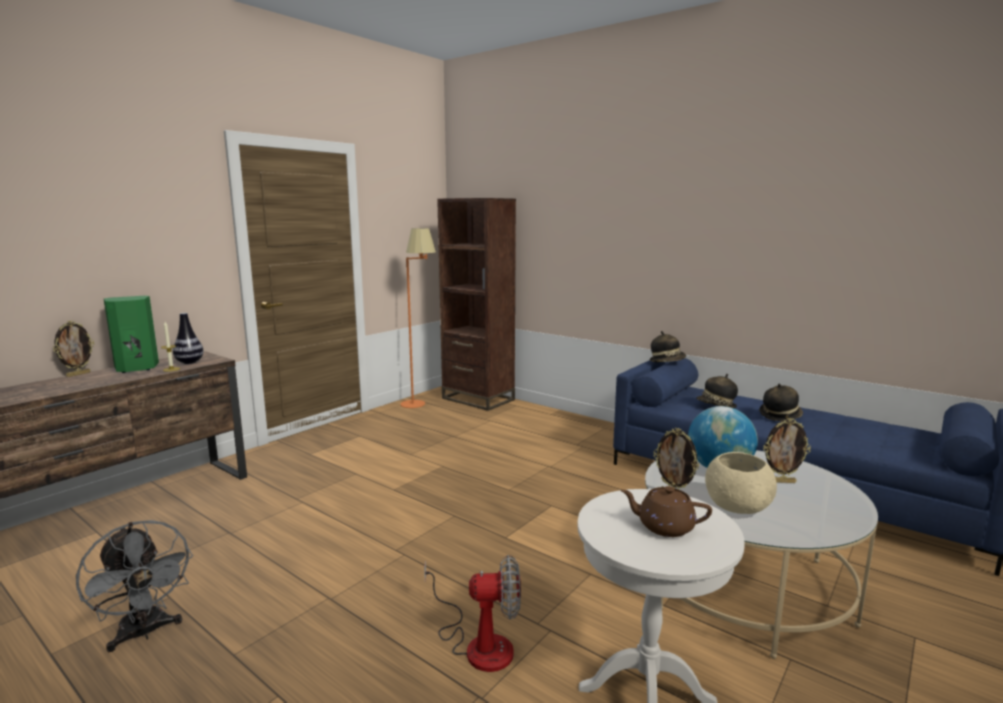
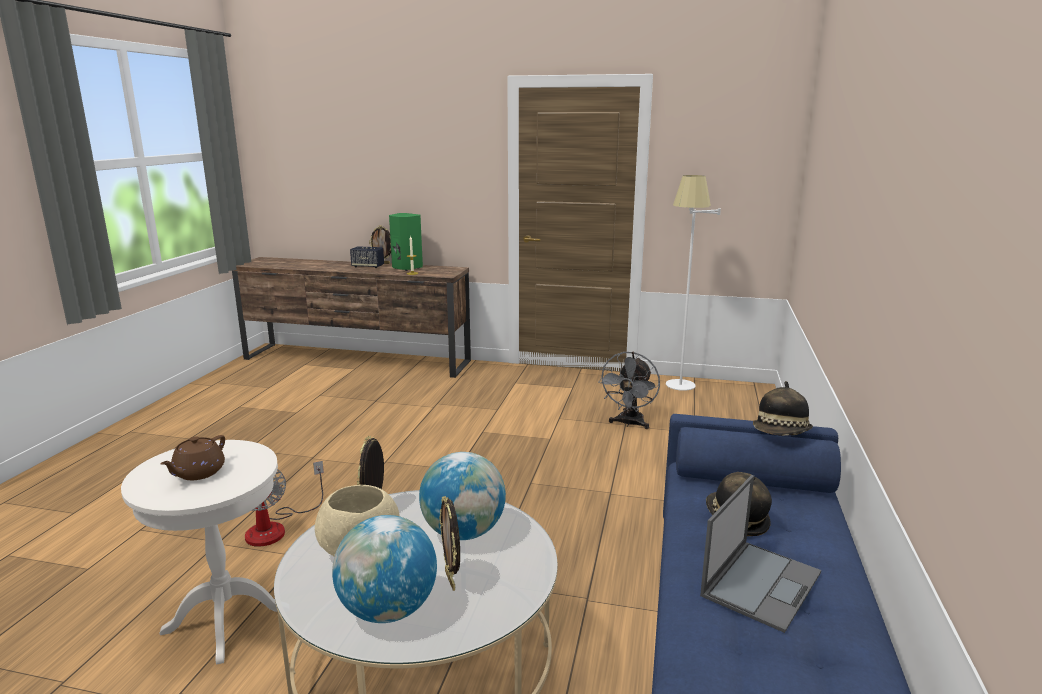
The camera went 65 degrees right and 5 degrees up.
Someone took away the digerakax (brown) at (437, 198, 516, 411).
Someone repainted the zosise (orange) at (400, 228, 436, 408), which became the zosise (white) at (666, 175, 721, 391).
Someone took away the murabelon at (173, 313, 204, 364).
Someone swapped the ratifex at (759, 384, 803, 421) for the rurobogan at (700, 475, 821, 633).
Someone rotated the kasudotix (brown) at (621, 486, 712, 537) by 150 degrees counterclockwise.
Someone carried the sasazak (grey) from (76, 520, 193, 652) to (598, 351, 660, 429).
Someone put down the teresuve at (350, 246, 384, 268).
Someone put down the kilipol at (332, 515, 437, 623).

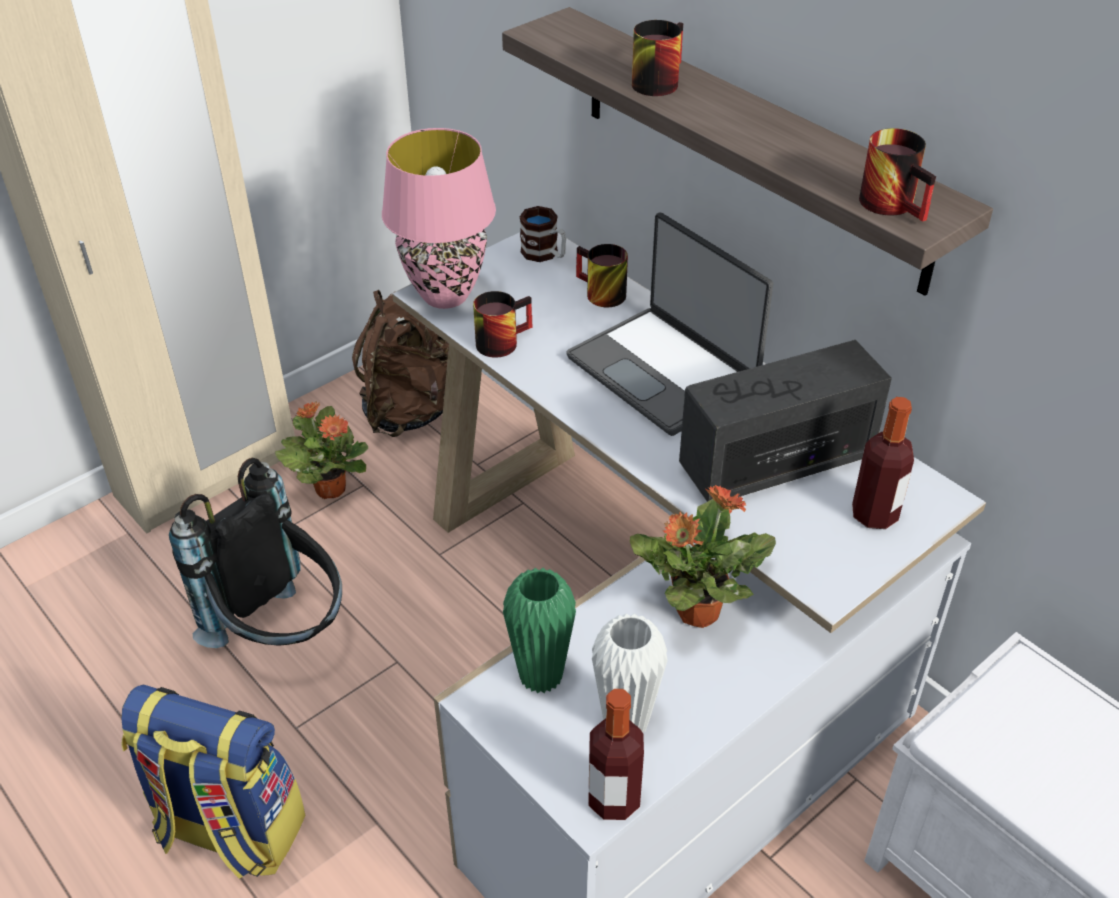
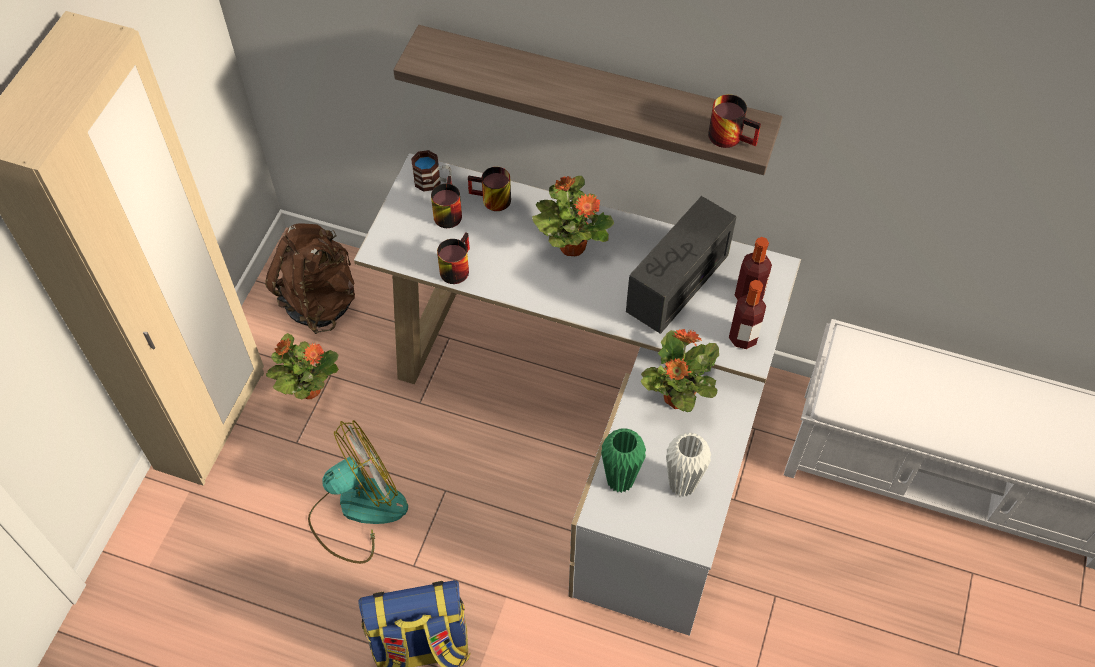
The camera went 30 degrees left and 15 degrees up.
Someone carried the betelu from (632, 20, 683, 96) to (431, 176, 462, 228).
Someone took away the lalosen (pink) at (382, 128, 496, 309).
Someone swapped the rurobogan at (566, 213, 773, 436) for the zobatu at (532, 176, 614, 256).
Someone swapped the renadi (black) at (169, 458, 342, 648) for the sasazak at (308, 420, 408, 564).
Someone carried the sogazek from (589, 689, 644, 820) to (729, 280, 766, 349).

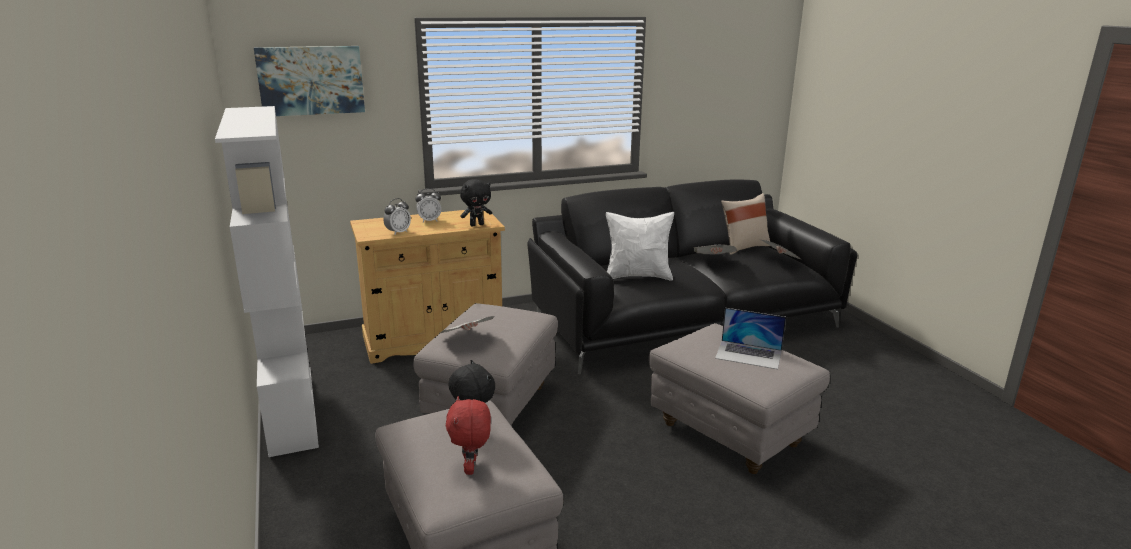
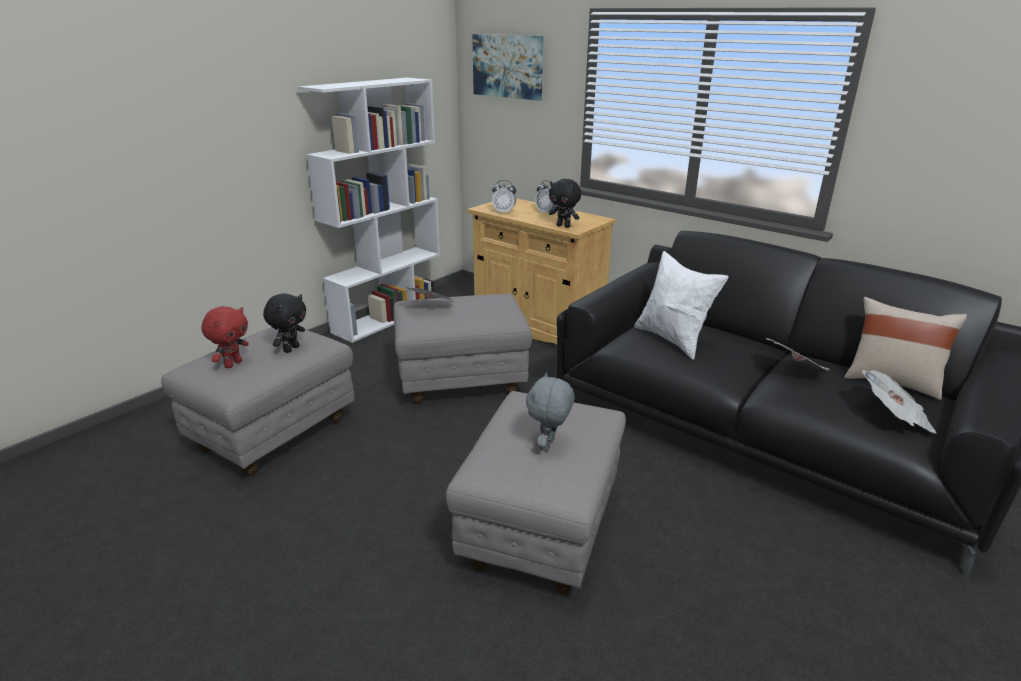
The camera went 60 degrees right and 5 degrees up.
Someone swapped the rurobogan at (715, 308, 786, 369) for the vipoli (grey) at (526, 372, 574, 451).
Someone rotated the vipoli (red) at (446, 396, 491, 475) by 150 degrees clockwise.

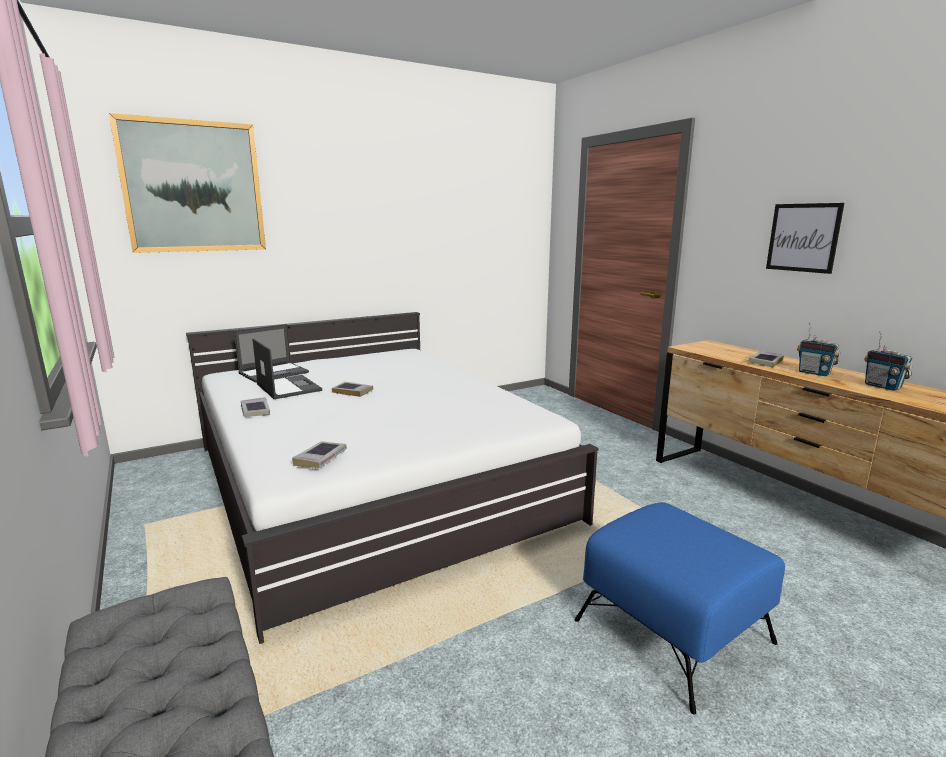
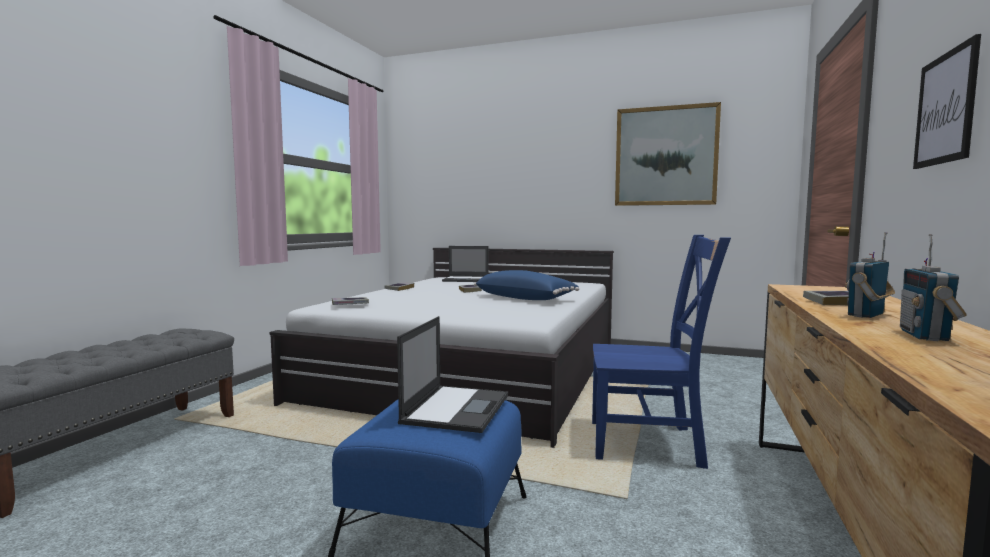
The camera went 50 degrees right and 10 degrees down.
Someone carried the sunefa from (109, 113, 266, 253) to (615, 102, 721, 206).
Someone rotated the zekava at (797, 323, 841, 376) by 45 degrees clockwise.
Someone carried the rurobogan from (252, 338, 322, 399) to (397, 316, 508, 433).
Someone put down the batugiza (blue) at (592, 235, 731, 469).
Someone put down the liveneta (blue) at (474, 270, 579, 300).

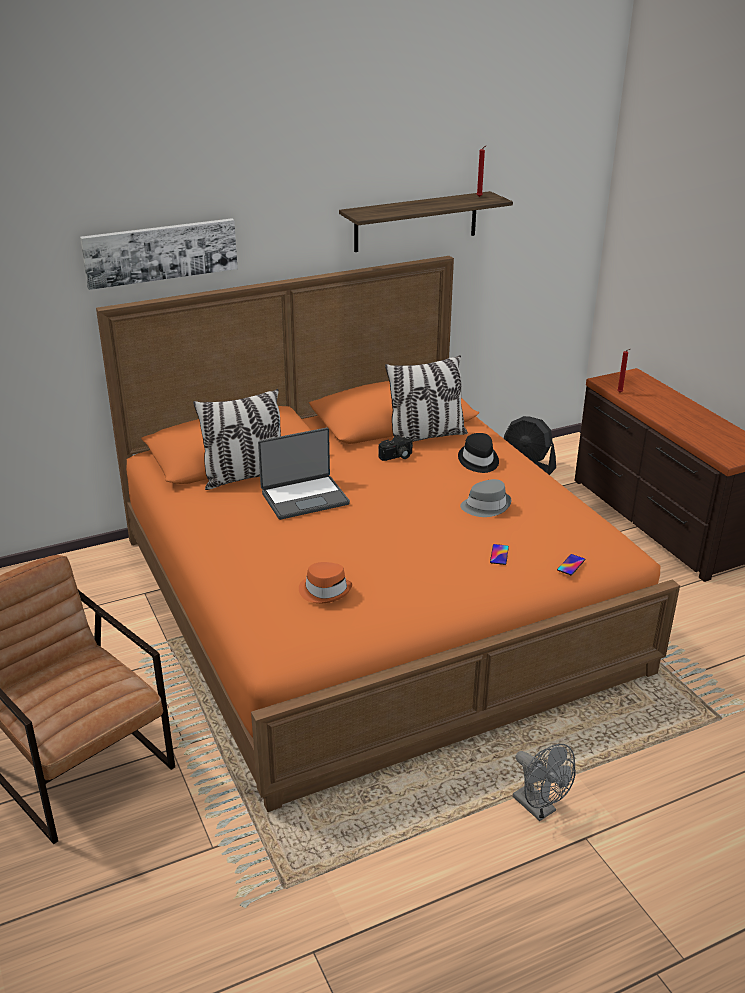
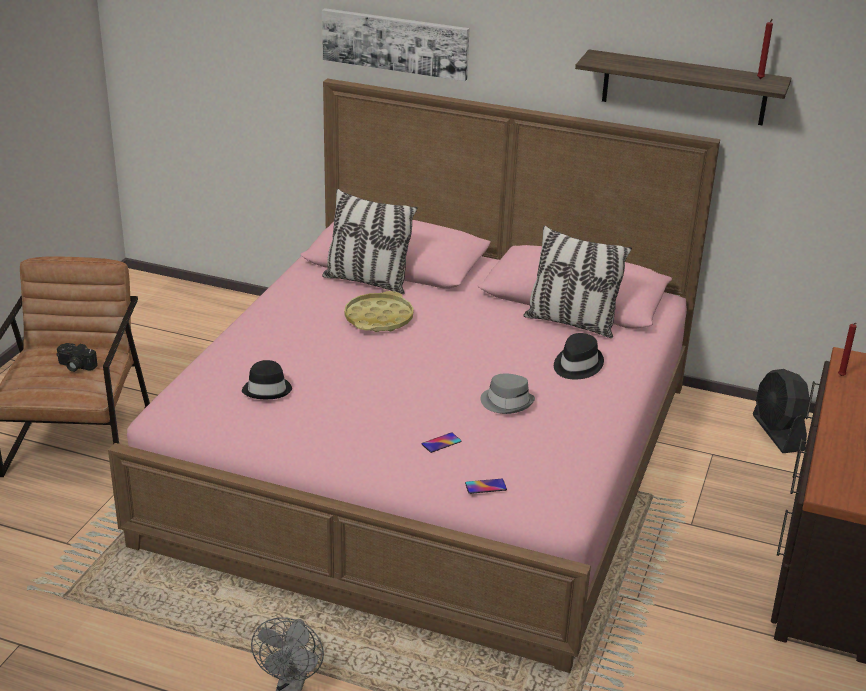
The camera went 45 degrees right and 0 degrees up.
Someone repainted the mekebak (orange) at (96, 256, 680, 812), which became the mekebak (pink) at (108, 79, 720, 673).
Someone swapped the rurobogan at (258, 428, 350, 520) for the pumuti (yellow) at (344, 291, 414, 332).
Someone carried the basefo from (378, 435, 413, 461) to (56, 343, 98, 372).
Someone repainted the ratifex (orange) at (299, 562, 352, 603), which became the ratifex (black) at (242, 360, 292, 399).

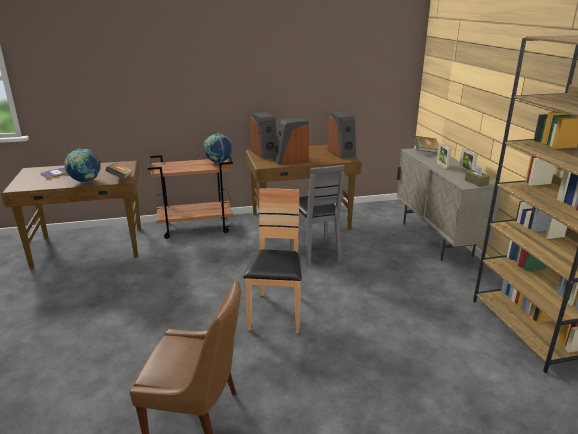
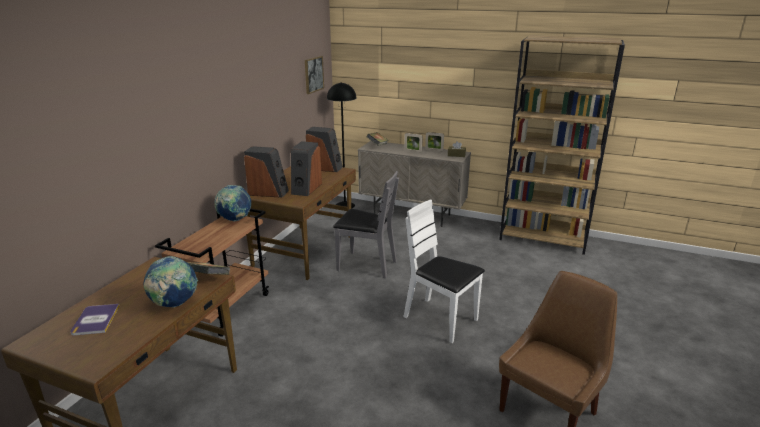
The camera went 55 degrees left and 0 degrees up.
Someone repainted the batugiza (brown) at (243, 188, 302, 333), which became the batugiza (white) at (403, 200, 485, 343).
Someone put up the sunefa at (305, 56, 324, 94).
Someone put down the zosise (black) at (327, 82, 356, 209).

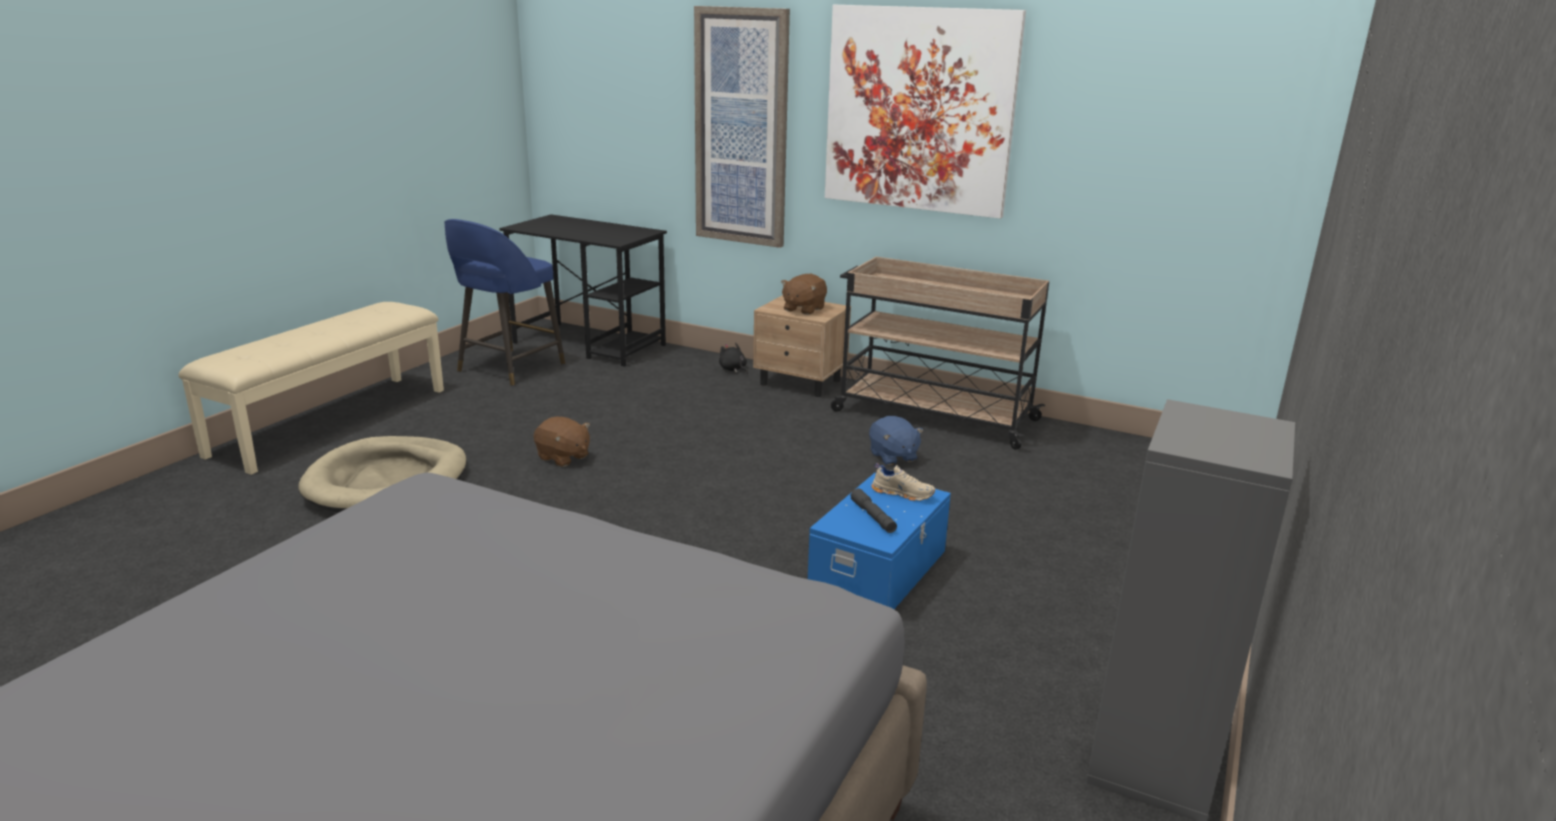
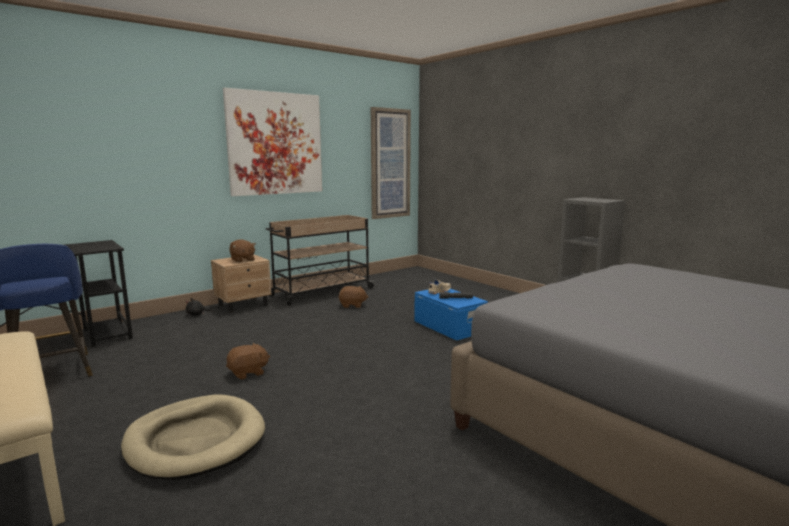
The camera went 65 degrees left and 10 degrees down.
Someone carried the sunefa from (694, 6, 790, 248) to (371, 107, 411, 219).
Someone repainted the vipoli (blue) at (869, 416, 923, 465), which became the vipoli (brown) at (338, 286, 368, 308).

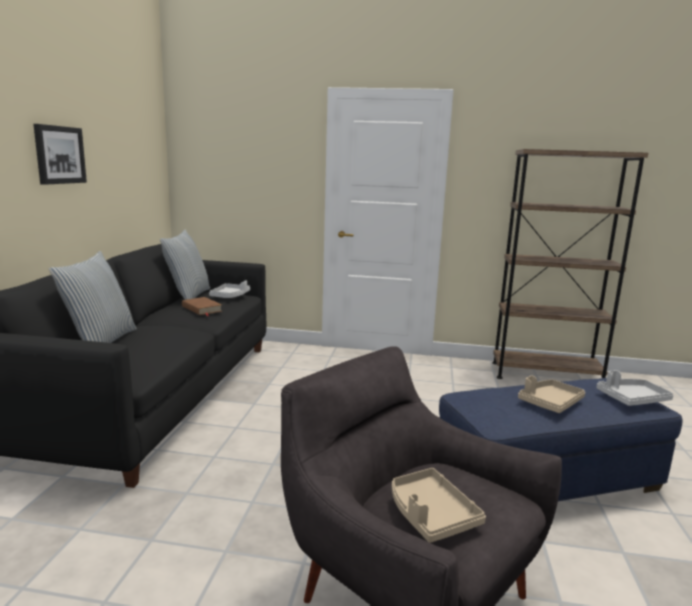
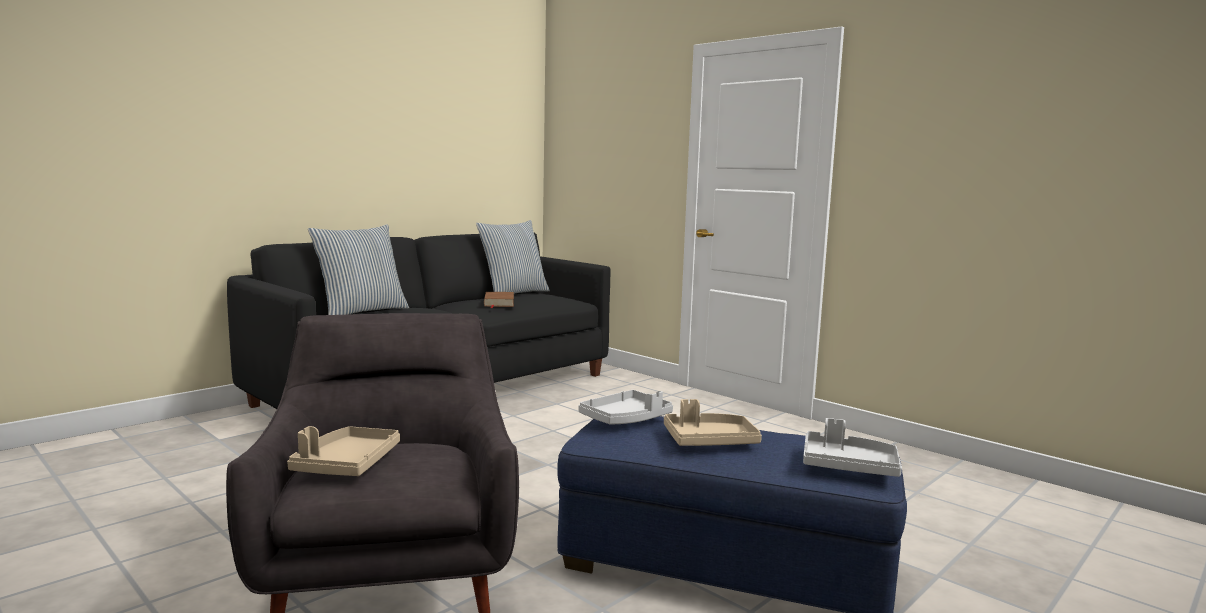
The camera went 35 degrees right and 5 degrees down.
Someone took away the sunefa at (33, 124, 87, 185).
Someone took away the digerakax (brown) at (492, 149, 648, 379).
Someone carried the pumuti (grey) from (209, 281, 250, 298) to (578, 390, 673, 424).

